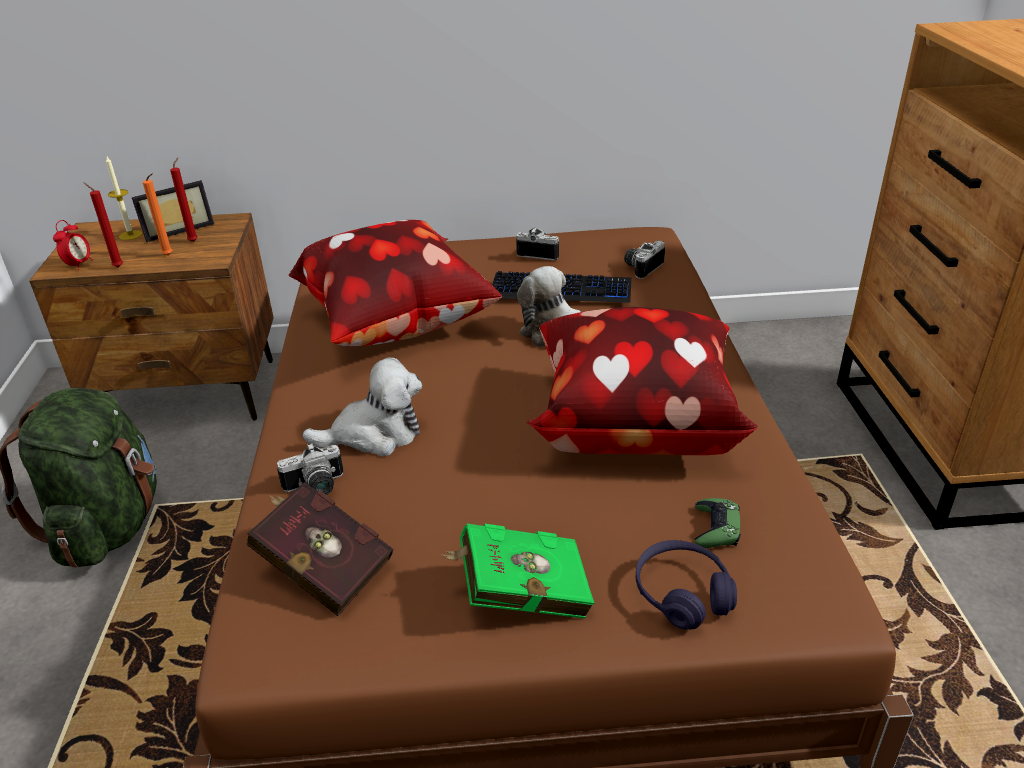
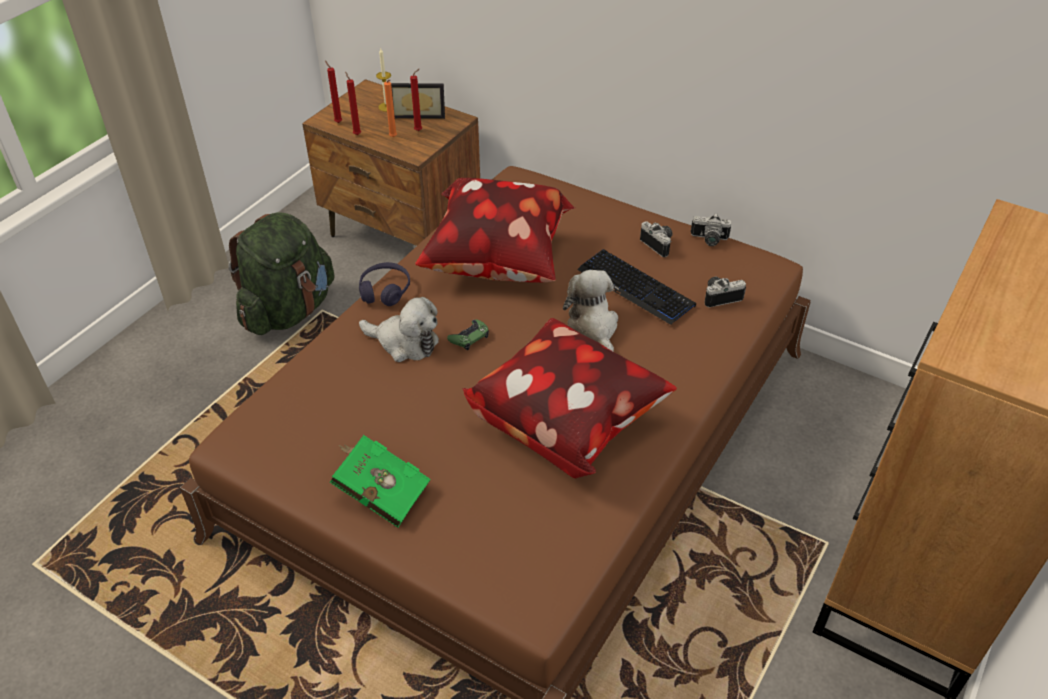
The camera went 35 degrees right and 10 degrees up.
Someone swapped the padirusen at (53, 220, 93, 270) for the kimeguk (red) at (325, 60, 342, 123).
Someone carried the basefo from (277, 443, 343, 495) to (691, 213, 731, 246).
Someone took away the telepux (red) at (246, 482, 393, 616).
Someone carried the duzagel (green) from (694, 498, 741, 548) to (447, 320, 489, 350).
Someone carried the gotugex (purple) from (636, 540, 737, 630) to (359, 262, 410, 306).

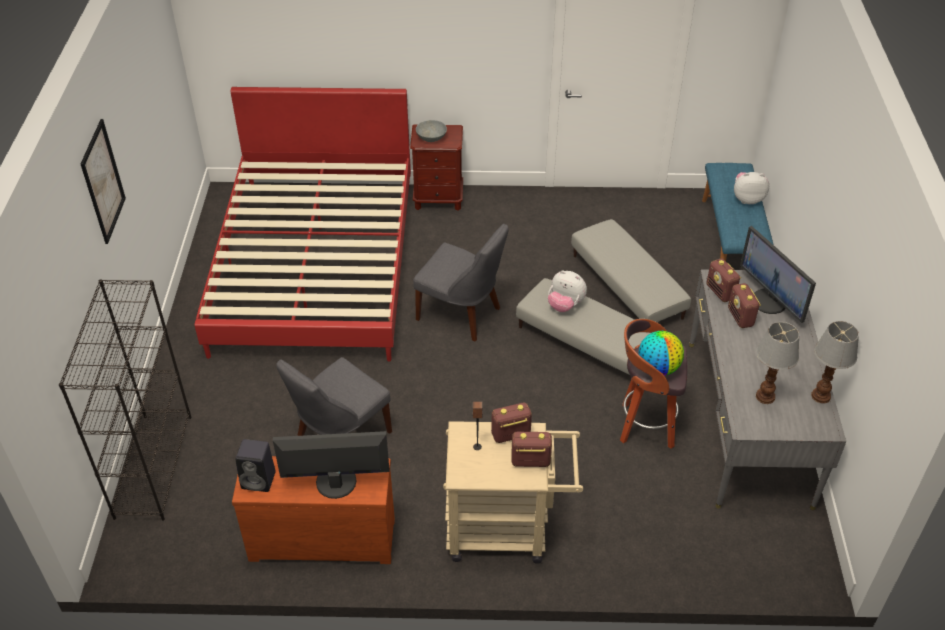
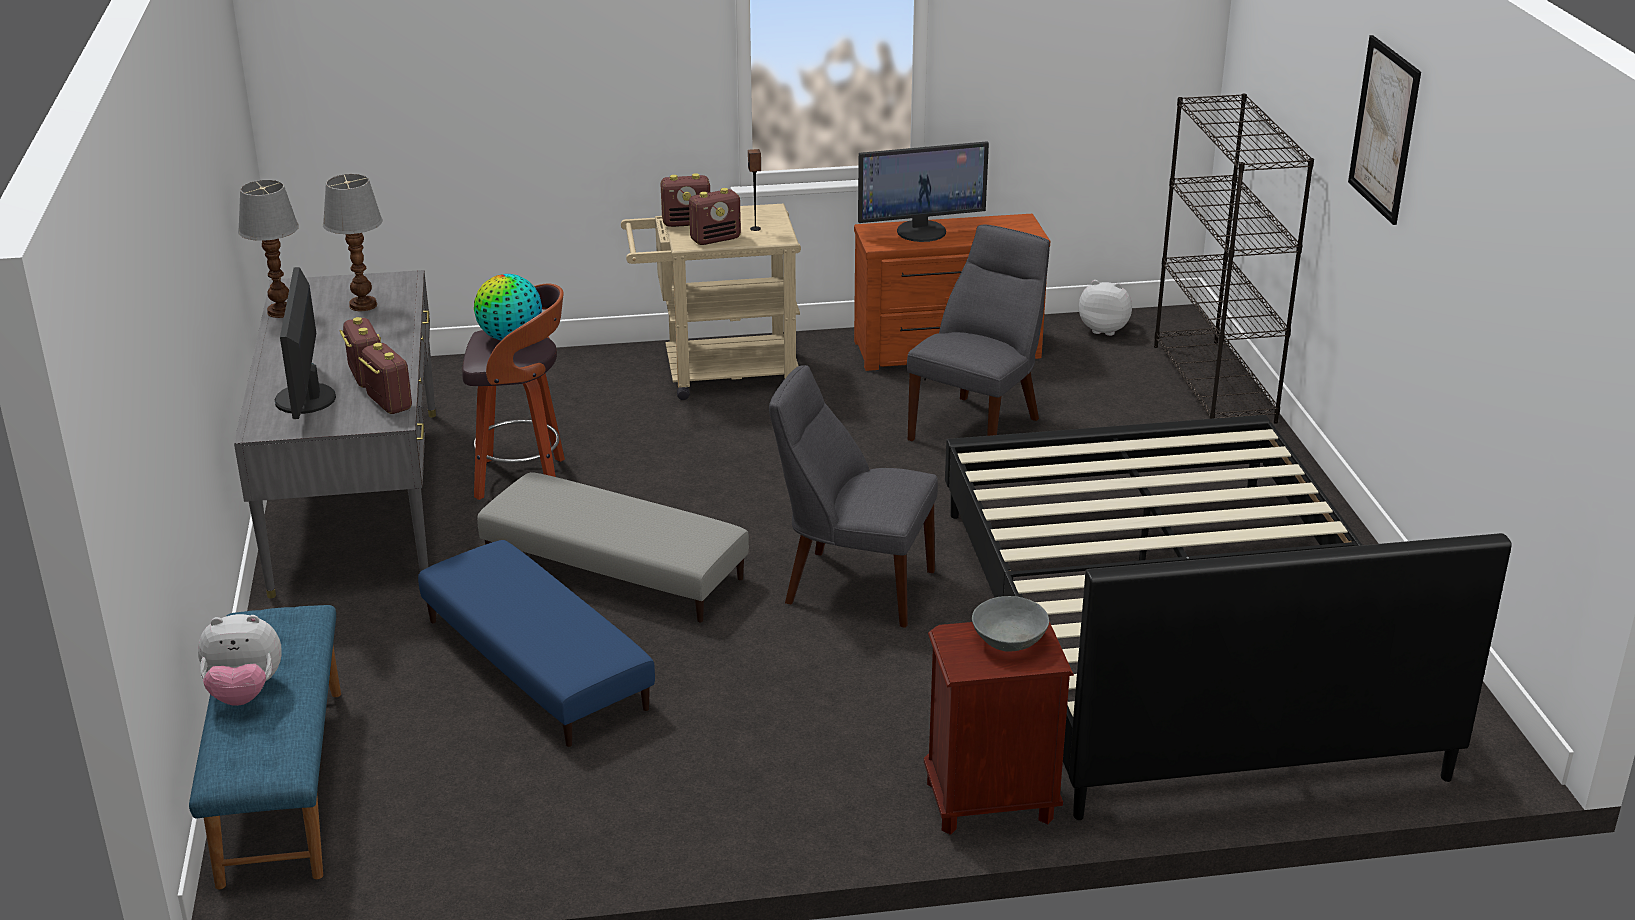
The camera went 170 degrees right and 15 degrees down.
Someone repainted the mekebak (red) at (195, 87, 411, 362), which became the mekebak (black) at (945, 415, 1512, 820).
Someone repainted the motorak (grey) at (571, 219, 691, 322), which became the motorak (blue) at (418, 540, 655, 747).
Someone rotated the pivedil at (740, 226, 816, 323) by 150 degrees counterclockwise.
Someone carried the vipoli from (548, 270, 587, 312) to (1079, 280, 1132, 336).
Someone took away the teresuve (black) at (236, 439, 276, 492).

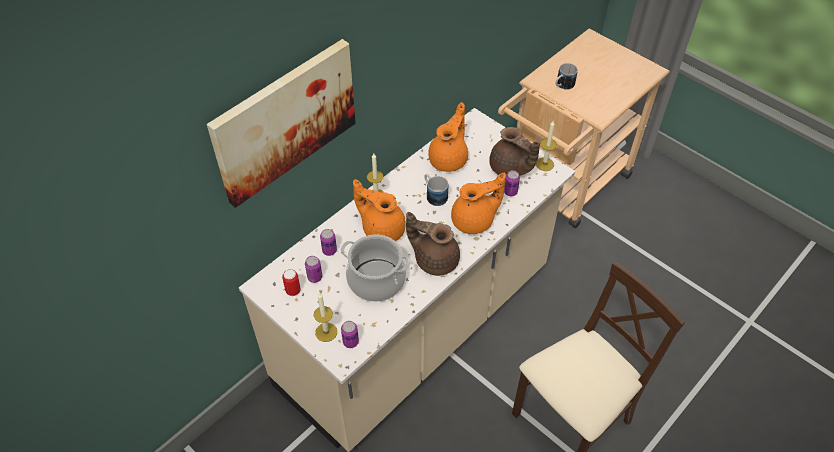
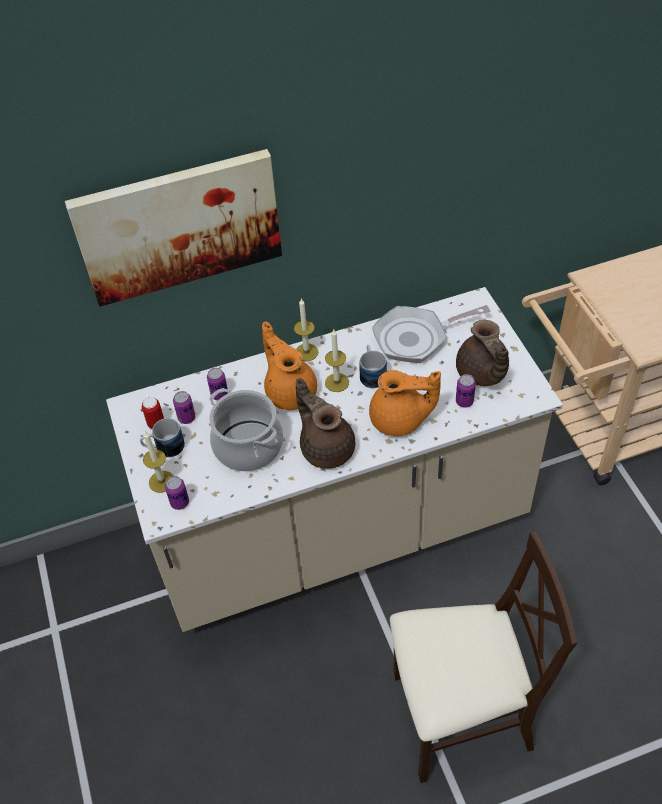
The camera went 30 degrees right and 0 degrees up.
Someone carried the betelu from (556, 63, 578, 90) to (140, 418, 185, 457).
Someone swapped the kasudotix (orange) at (428, 102, 468, 172) for the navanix at (372, 305, 490, 363).
Someone carried the kimeguk from (536, 121, 557, 171) to (325, 330, 349, 392).

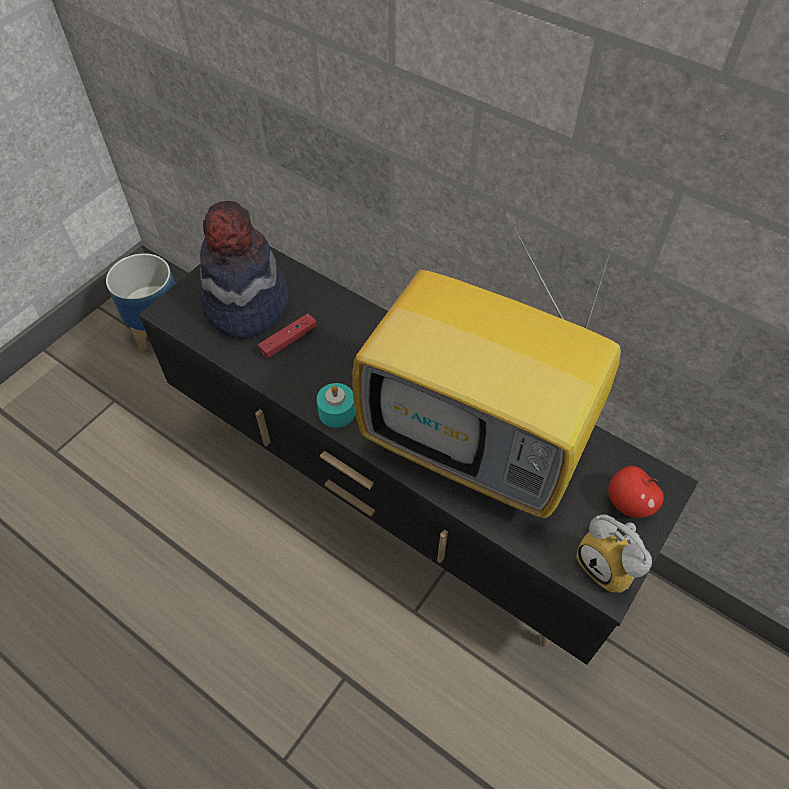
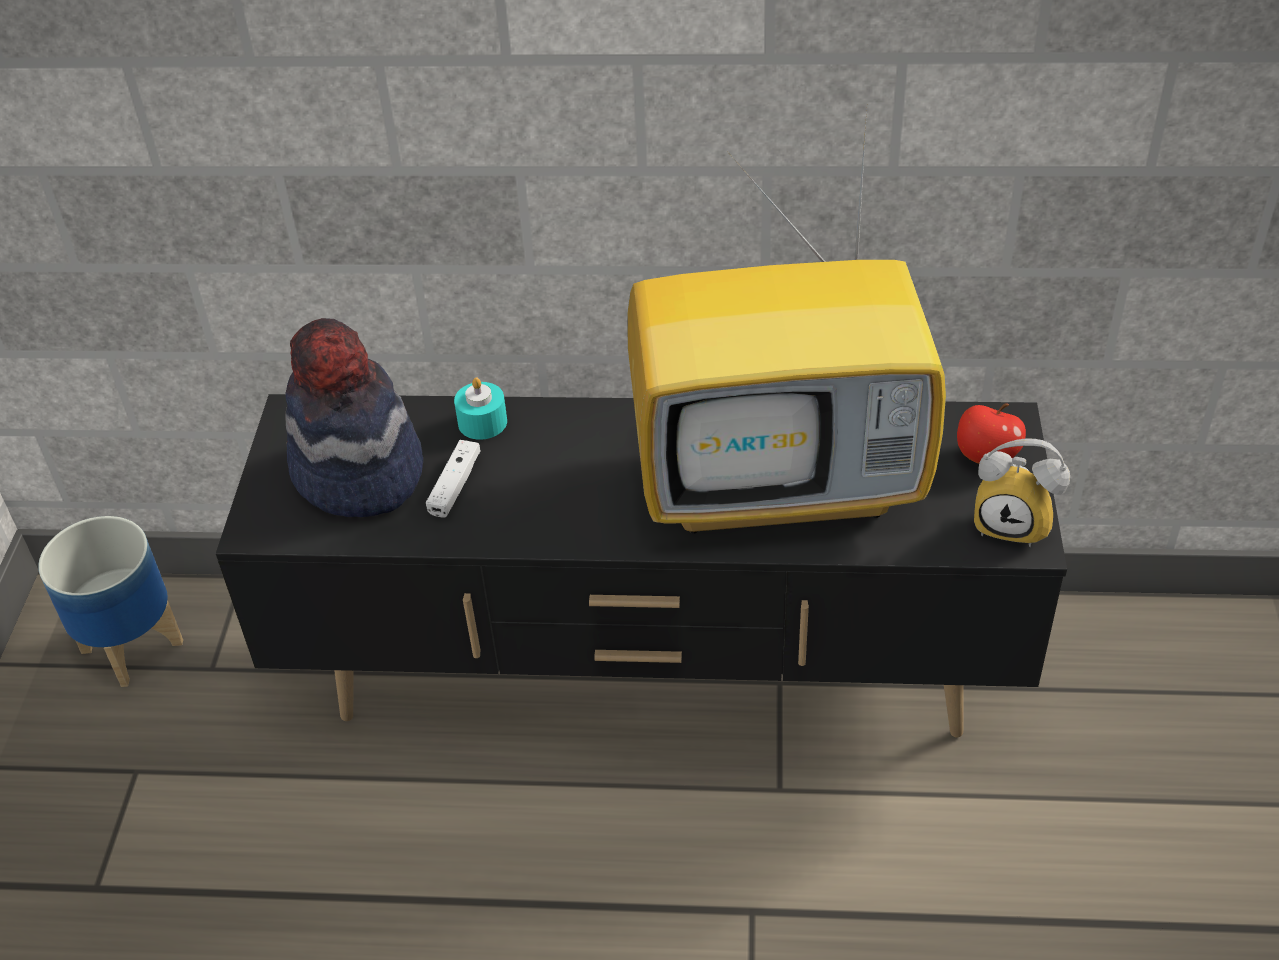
The camera went 30 degrees left and 10 degrees down.
Someone repainted the duzagel (red) at (258, 313, 317, 358), which became the duzagel (white) at (426, 440, 481, 518).
Someone carried the kimeguk (turquoise) from (317, 383, 355, 428) to (454, 377, 507, 440).

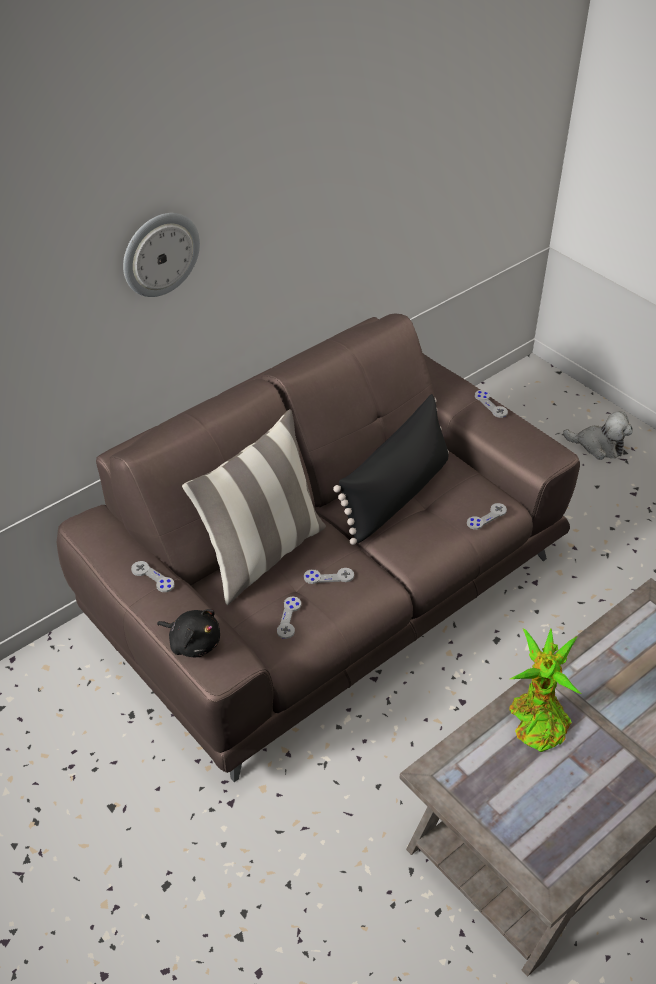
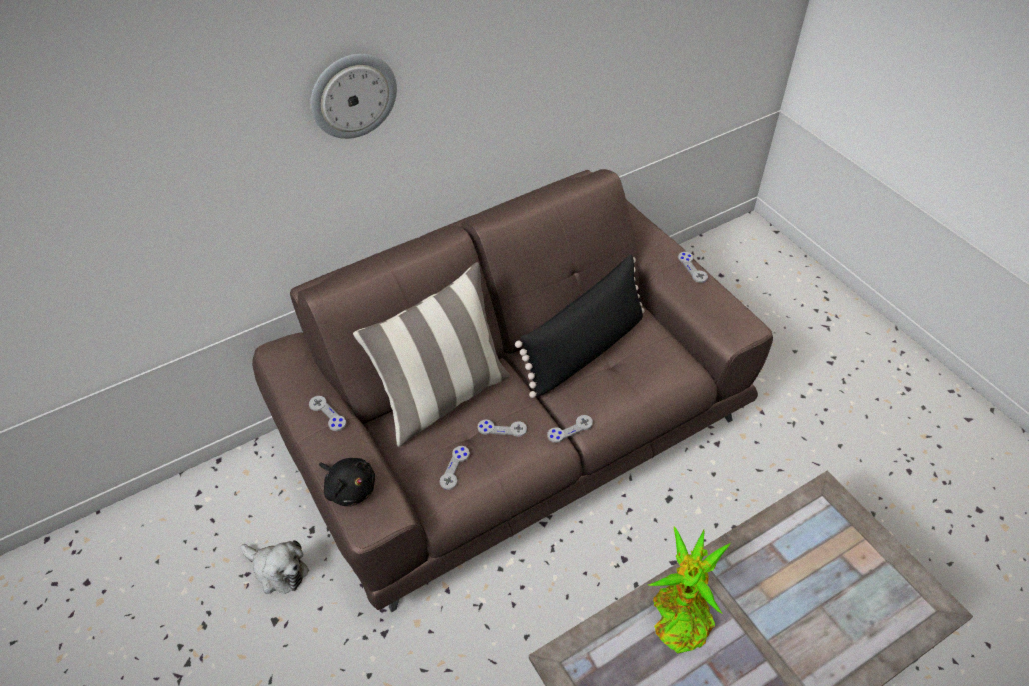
The camera went 10 degrees right and 5 degrees up.
Someone carried the vipoli from (563, 411, 633, 460) to (241, 540, 309, 594).
Someone carried the duzagel (grey) from (467, 503, 507, 530) to (547, 415, 593, 443).

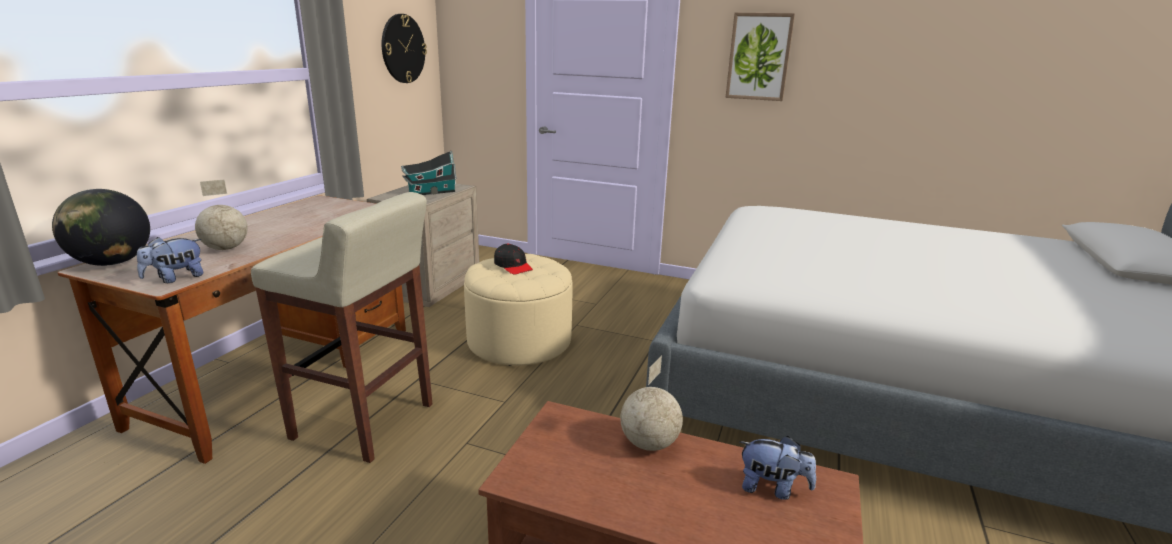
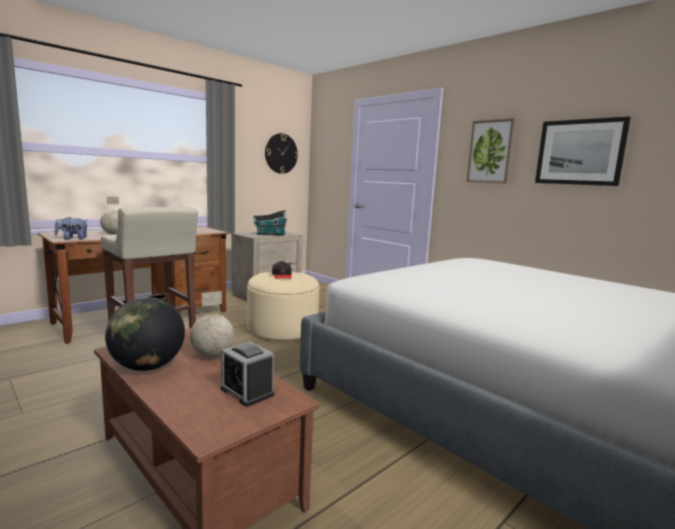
The camera went 25 degrees right and 10 degrees down.
Someone carried the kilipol from (52, 189, 150, 266) to (105, 297, 185, 371).
Someone swapped the vipoli at (740, 436, 816, 500) for the padirusen at (220, 342, 274, 407).
Someone put up the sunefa at (535, 116, 631, 186).

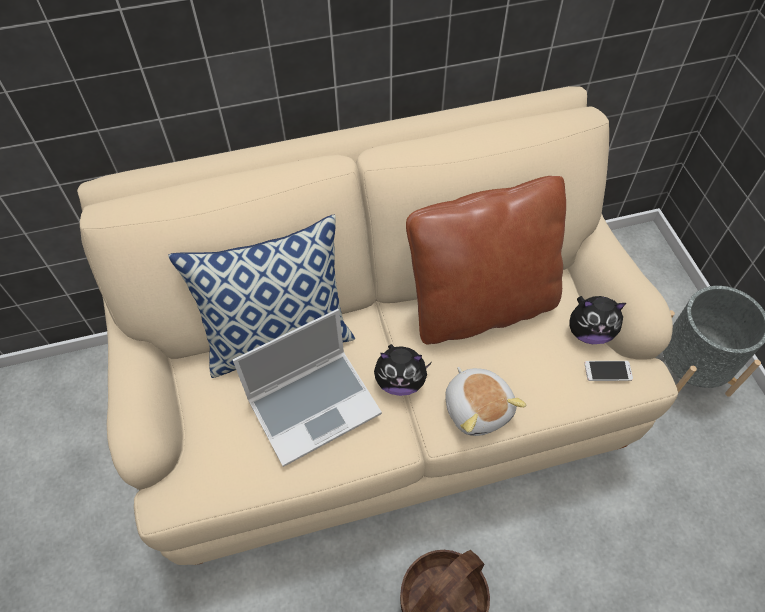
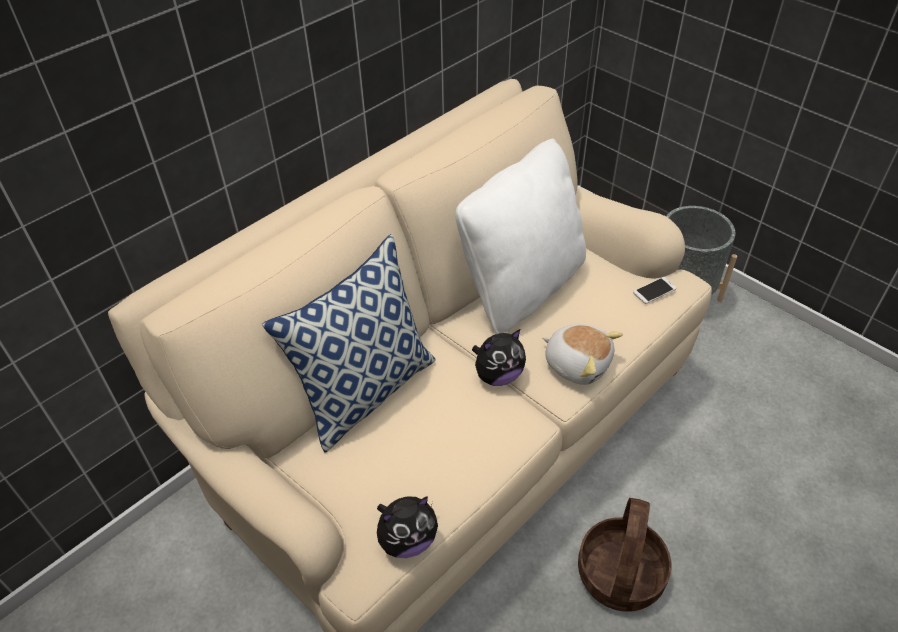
The camera went 30 degrees left and 10 degrees down.
Someone repainted the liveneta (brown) at (406, 176, 566, 345), which became the liveneta (white) at (455, 139, 586, 334).
Someone carried the vipoli from (569, 296, 626, 344) to (377, 496, 438, 558).
Someone took away the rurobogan at (233, 309, 382, 467).

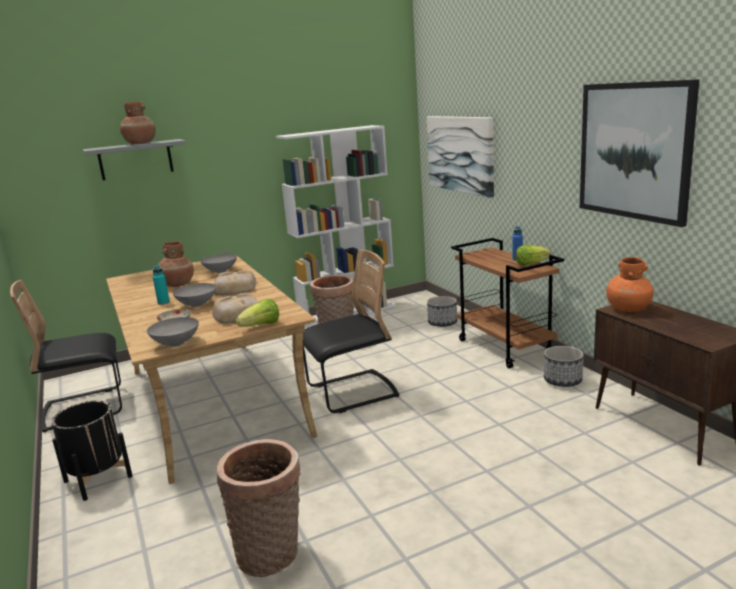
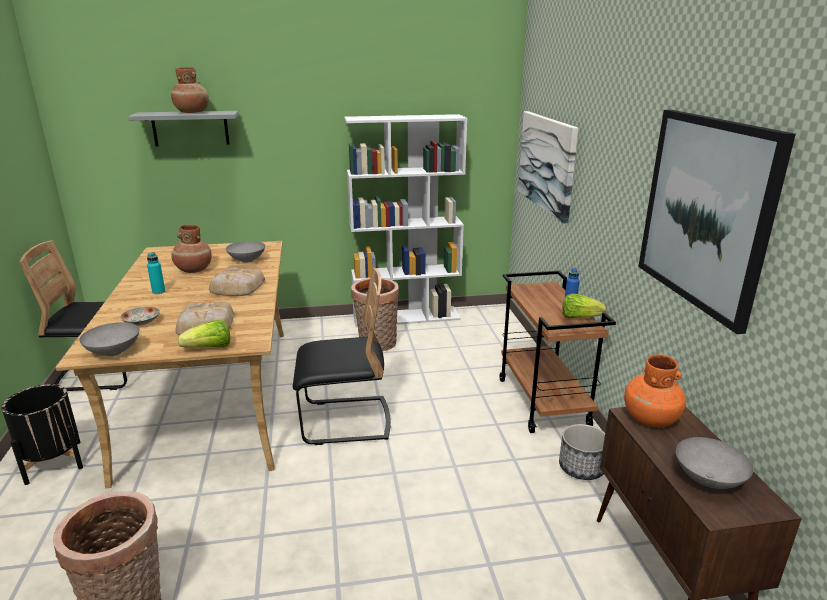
The camera went 15 degrees right and 5 degrees up.
Someone carried the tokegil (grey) from (173, 283, 216, 307) to (676, 437, 753, 489).
Someone took away the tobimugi at (427, 296, 457, 327).

